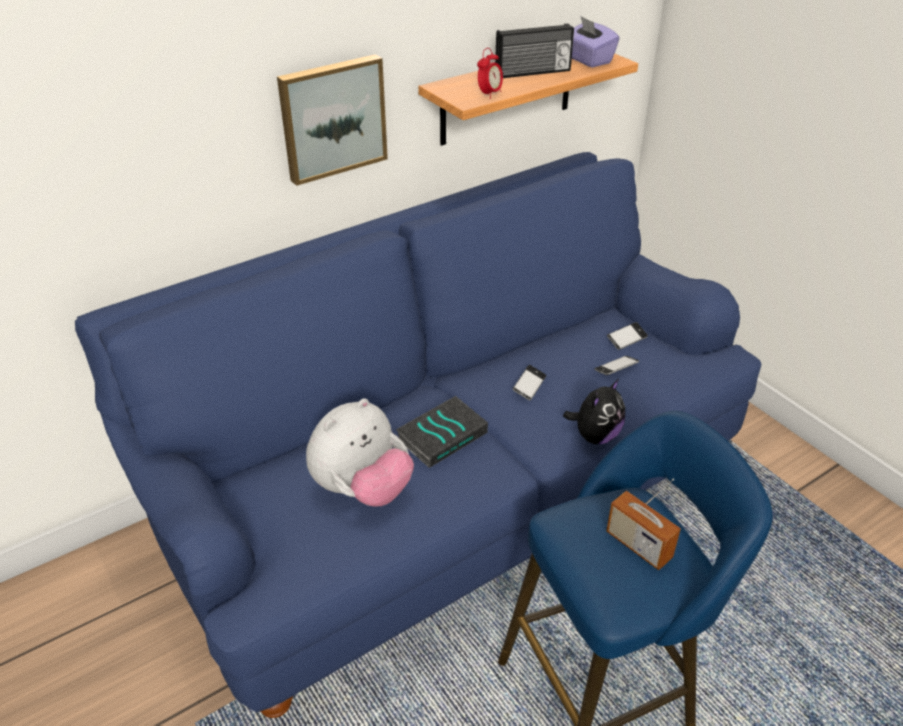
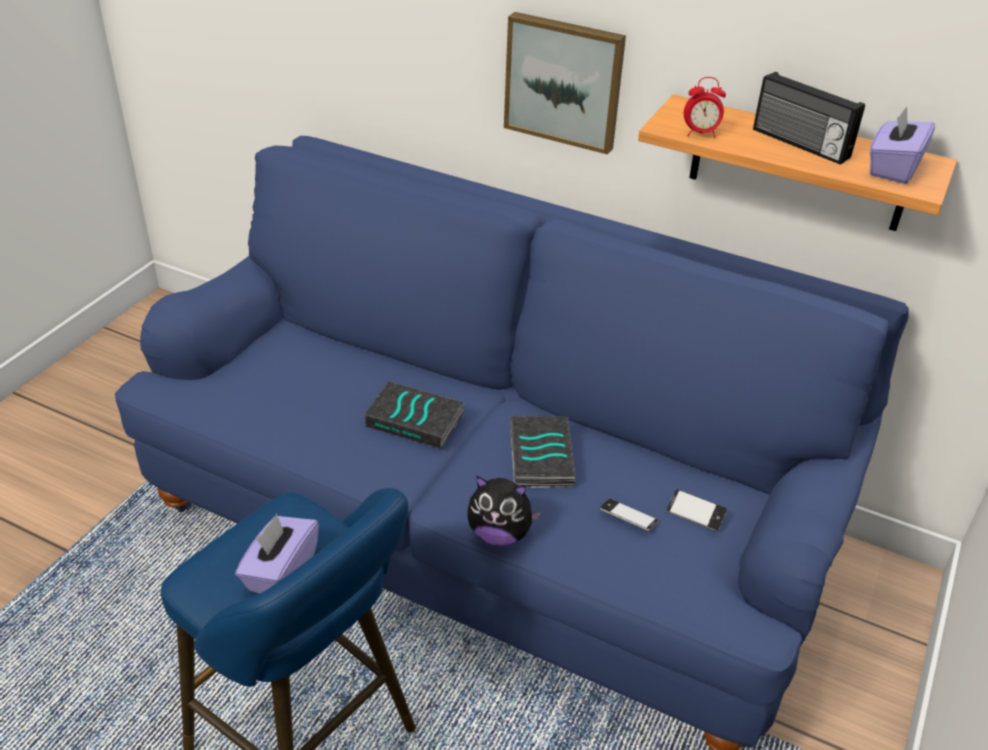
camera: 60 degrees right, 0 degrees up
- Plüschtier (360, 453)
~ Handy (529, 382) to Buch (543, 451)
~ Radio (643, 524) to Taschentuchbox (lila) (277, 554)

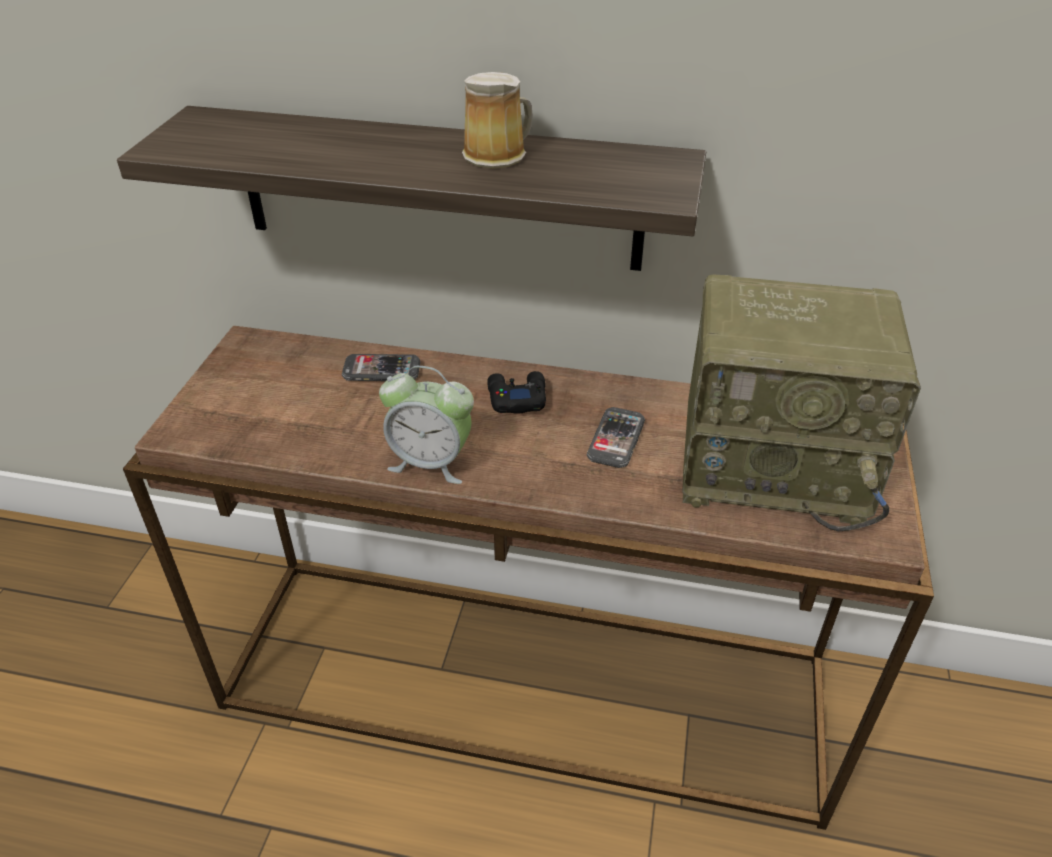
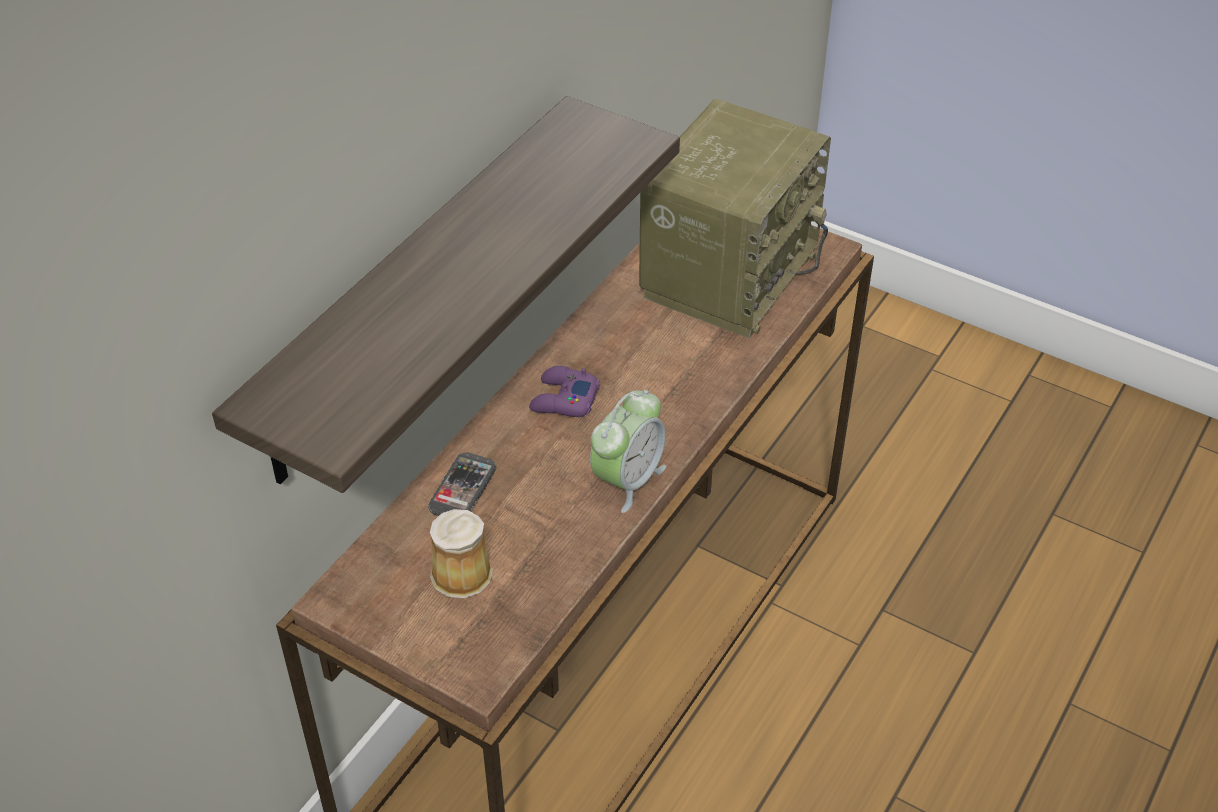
camera: 70 degrees left, 5 degrees up
- Handy (616, 437)
~ Henkelbecher (497, 120) to (461, 553)
~ Gamepad (schwarz) (516, 392) to Gamepad (lila) (564, 391)

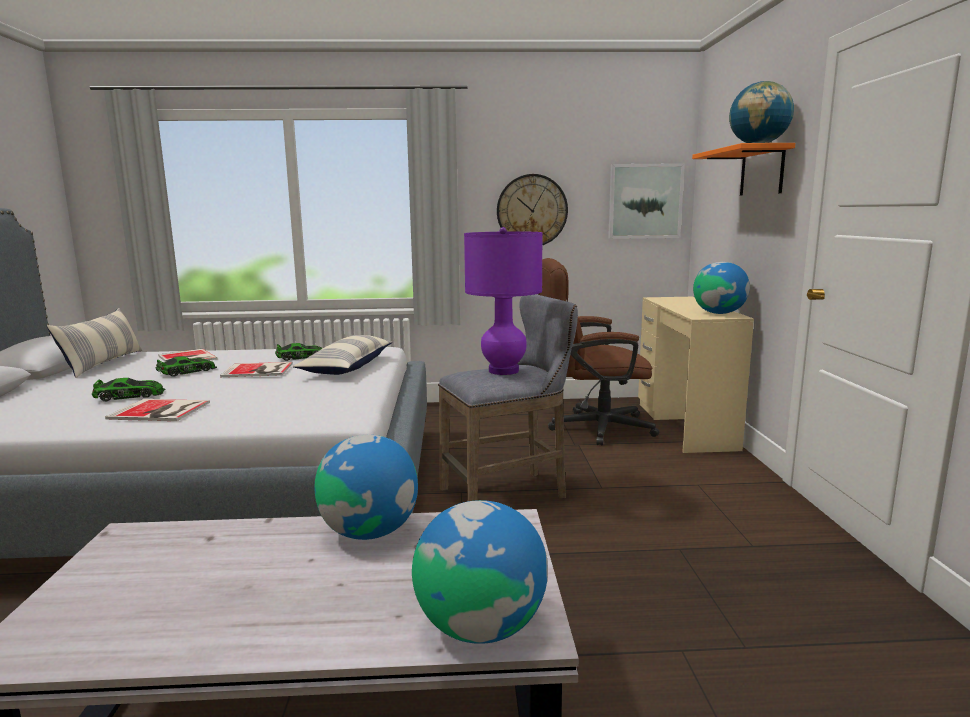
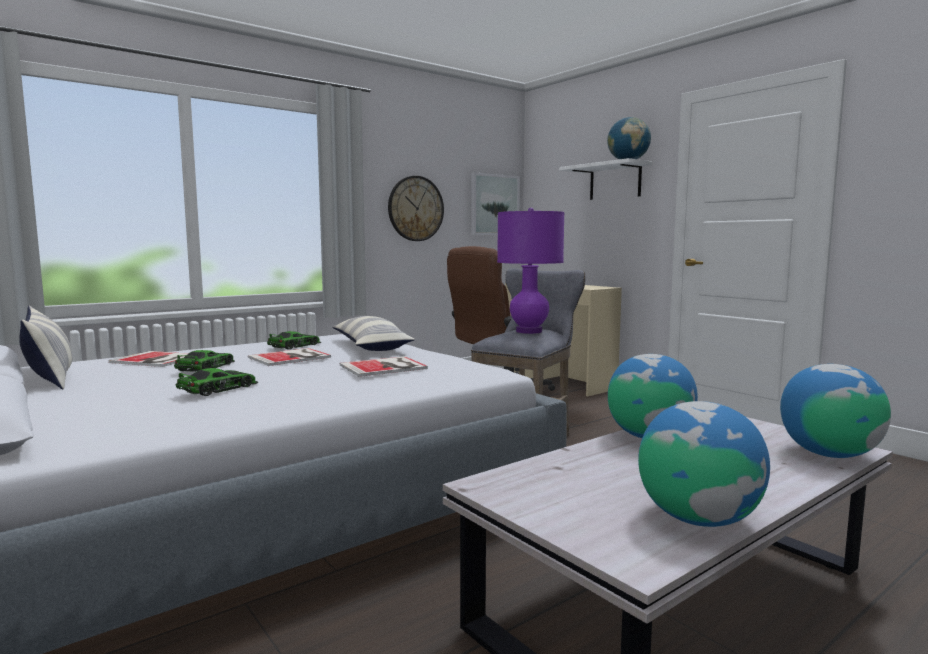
camera: 35 degrees left, 5 degrees down
~ Buch (157, 410) to (384, 366)
~ Globus (721, 288) to (704, 464)
~ Wandregal (orange) (743, 169) to Wandregal (weiß) (606, 179)

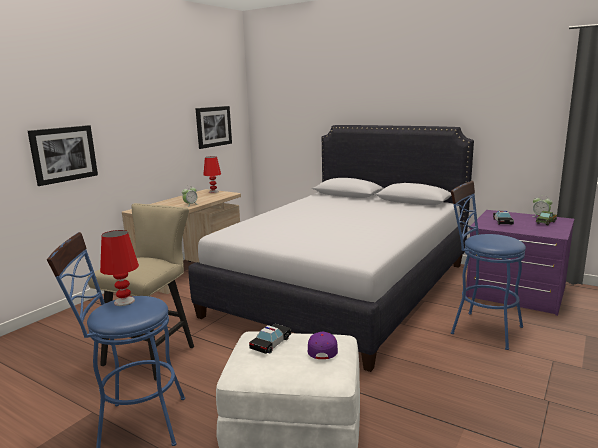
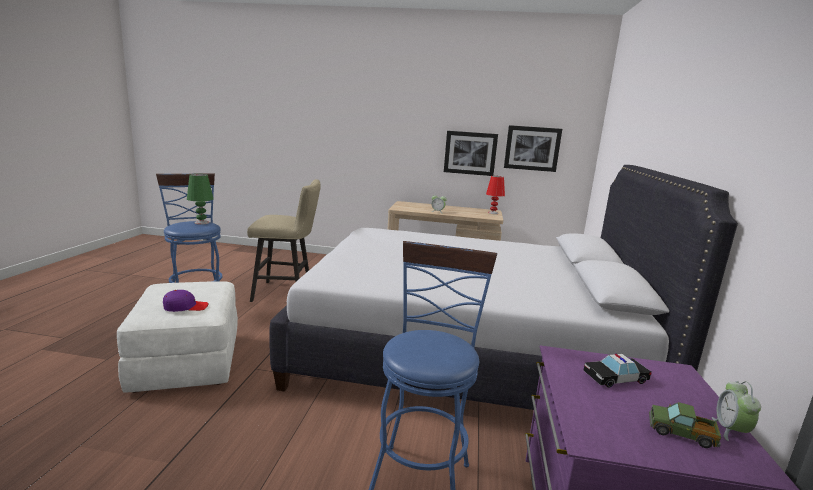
camera: 65 degrees right, 0 degrees up
- Spielzeugauto (270, 339)
~ Bild (63, 155) to (471, 153)
~ Tischlampe (rot) (119, 268) to Tischlampe (grün) (200, 199)

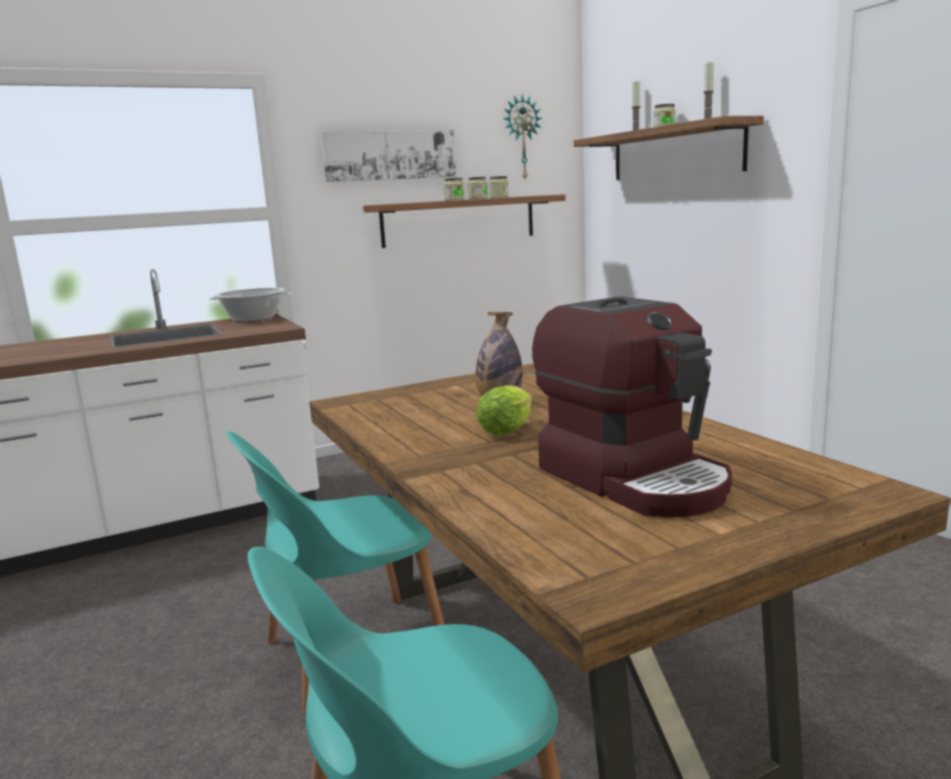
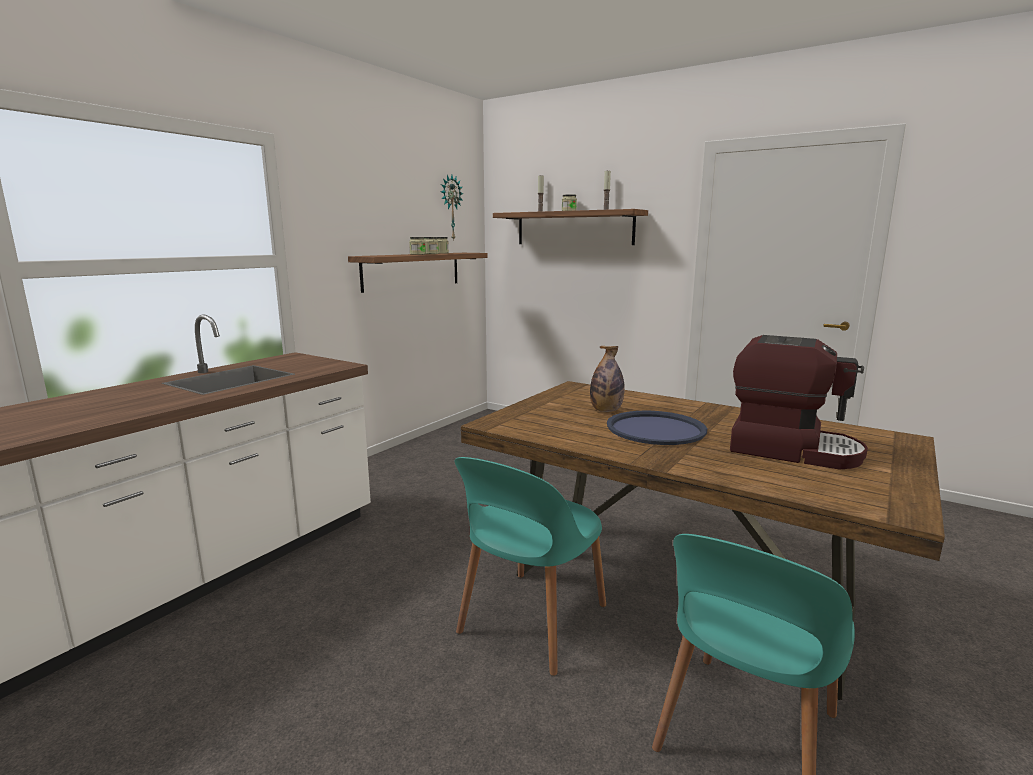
camera: 30 degrees left, 0 degrees up
- Kochtopf (250, 305)
- Bild (388, 156)
~ Salatkopf (504, 410) to Tablett (blau) (657, 428)

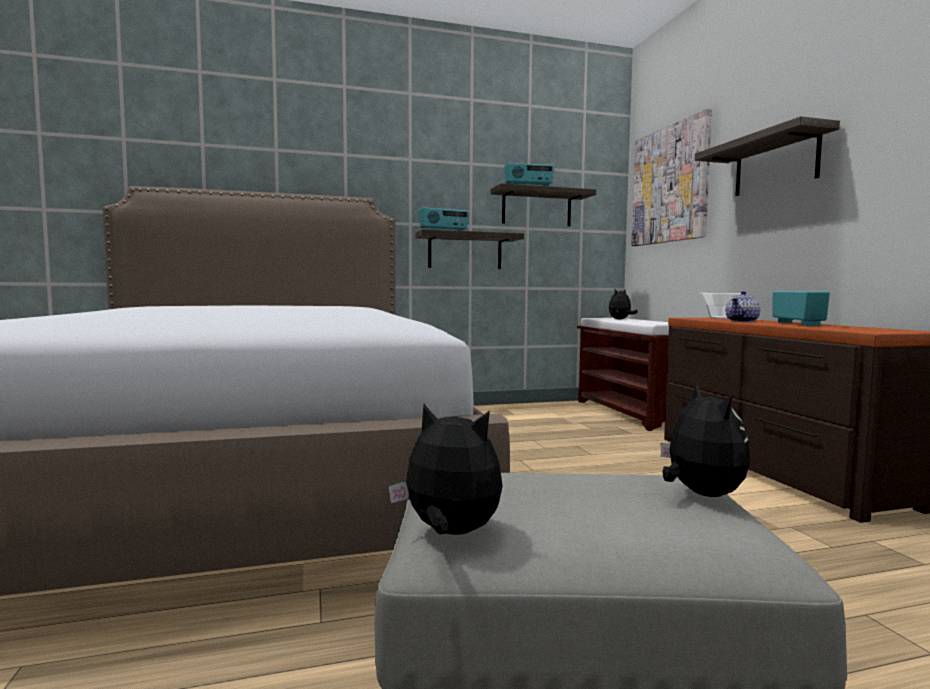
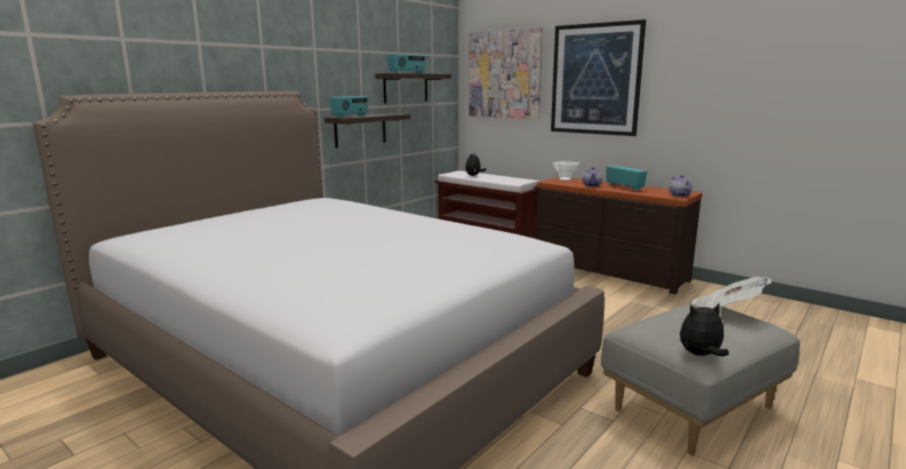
camera: 35 degrees left, 10 degrees up
+ Teekanne (680, 186)
~ Plüschtier (705, 440) to Zeitung (732, 292)
~ Wandregal (767, 156) to Bild (598, 78)

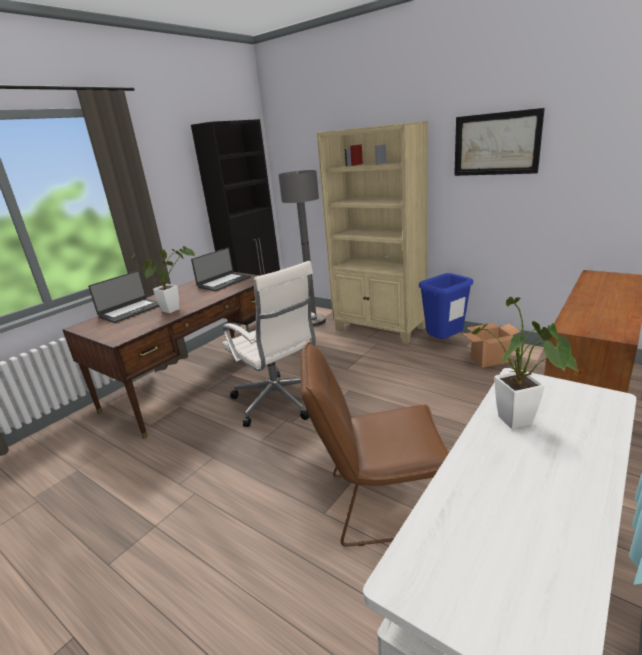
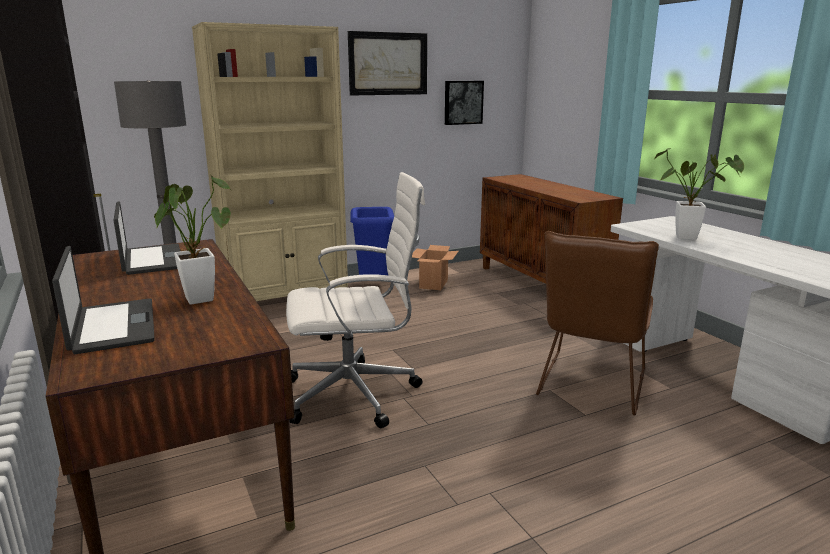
camera: 65 degrees left, 5 degrees down
+ Bild (464, 103)

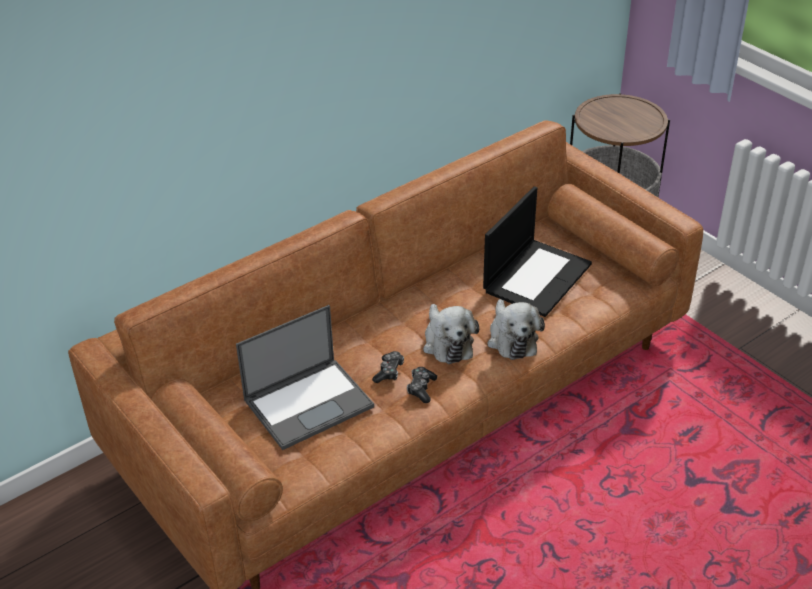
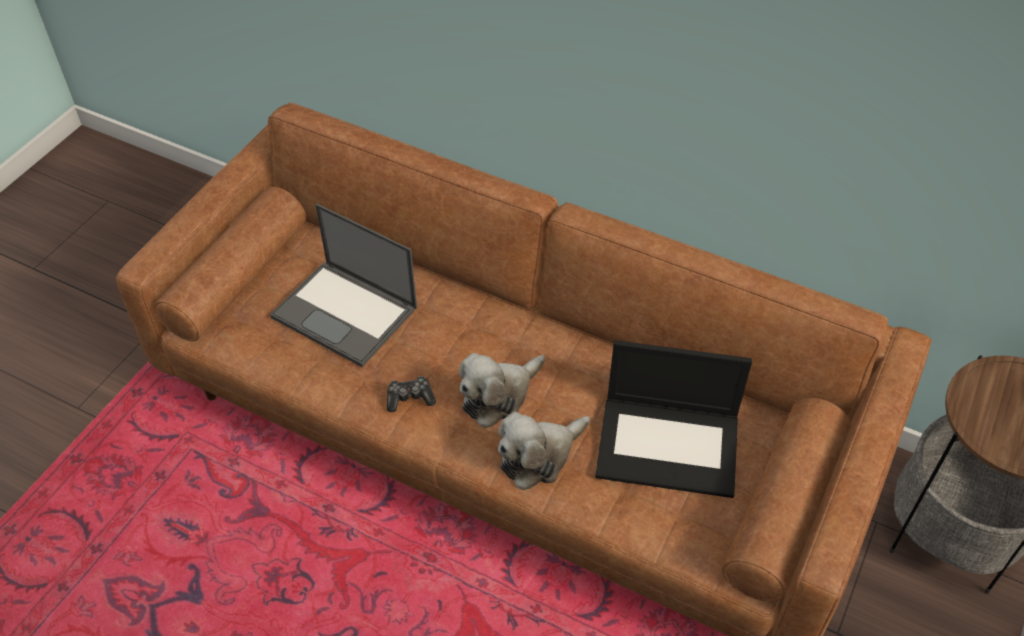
camera: 65 degrees right, 10 degrees up
- Gamepad (388, 367)

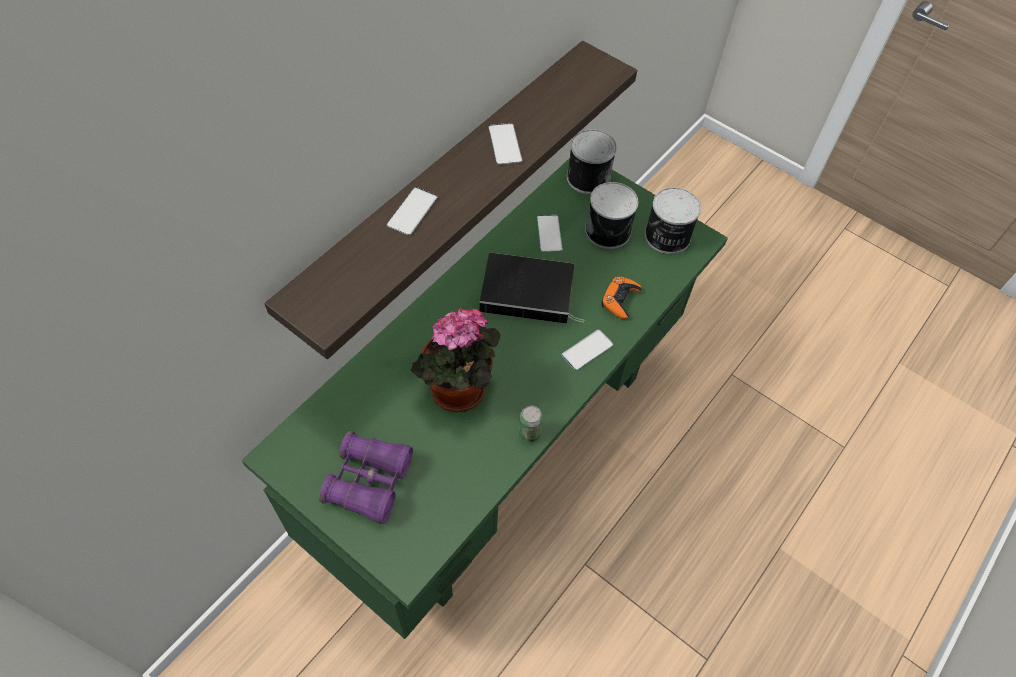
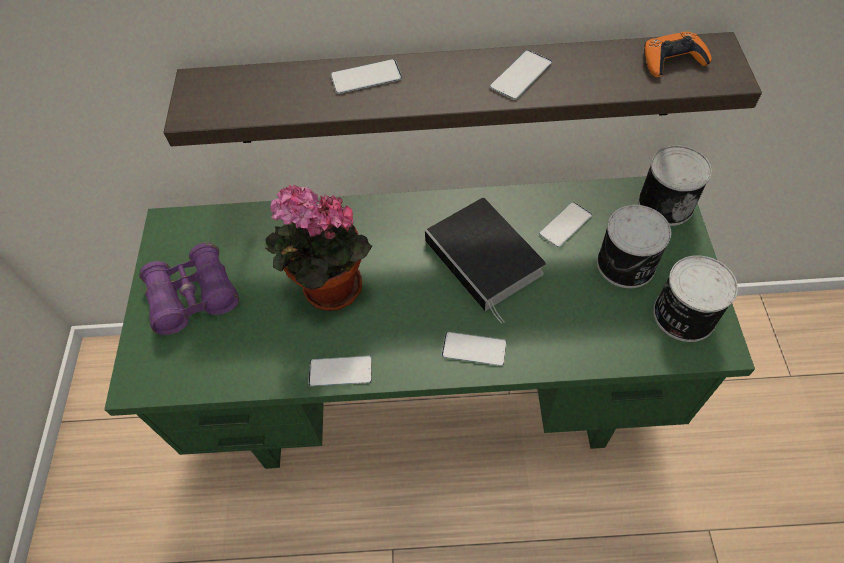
camera: 55 degrees right, 0 degrees up
~ Gamepad (orange) (622, 298) to (678, 54)
~ Dose (530, 424) to Handy (340, 371)

